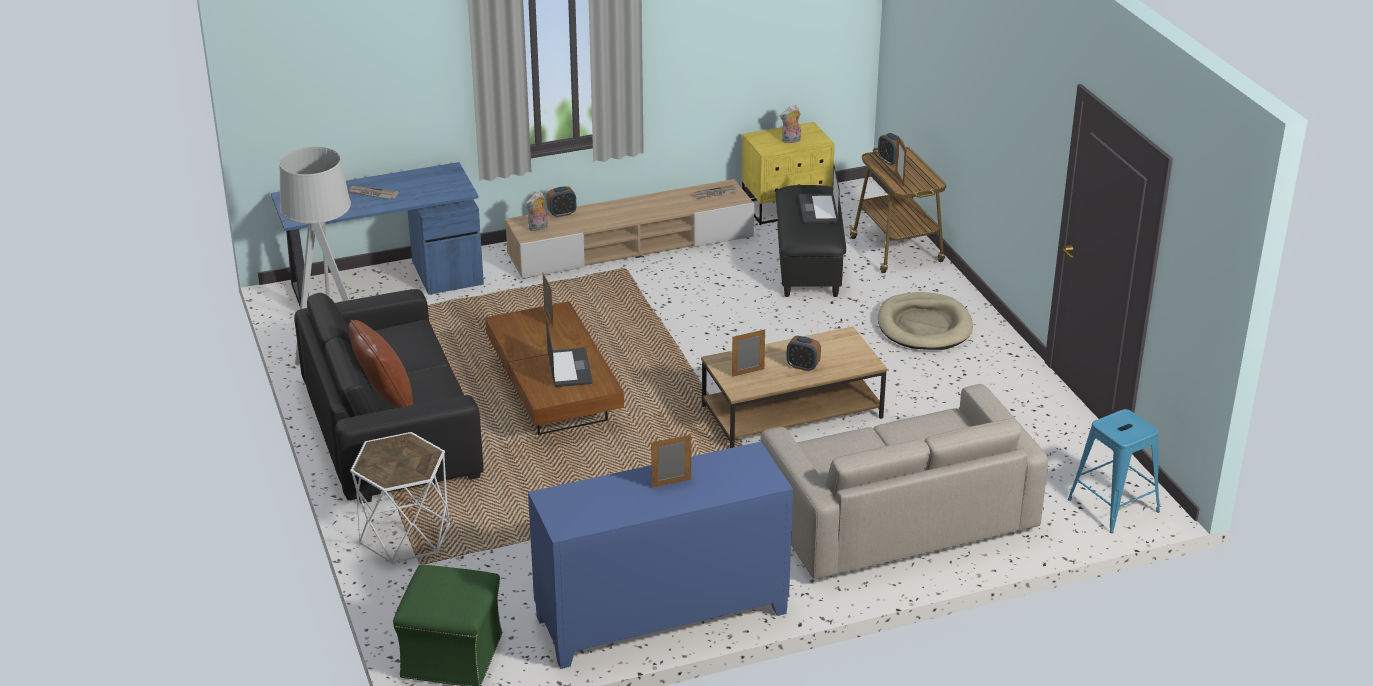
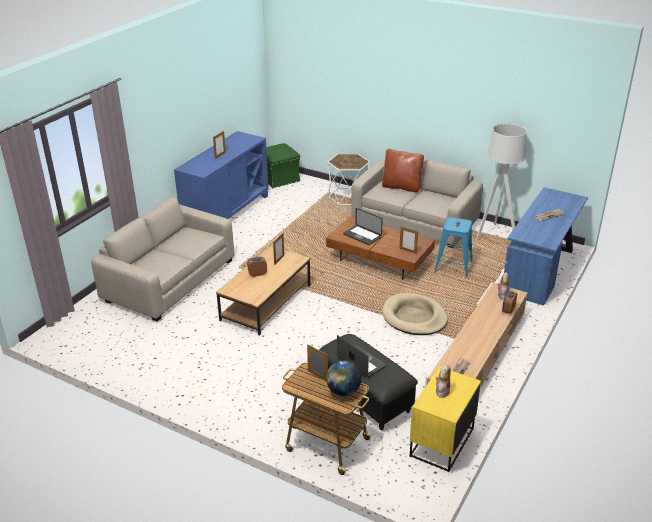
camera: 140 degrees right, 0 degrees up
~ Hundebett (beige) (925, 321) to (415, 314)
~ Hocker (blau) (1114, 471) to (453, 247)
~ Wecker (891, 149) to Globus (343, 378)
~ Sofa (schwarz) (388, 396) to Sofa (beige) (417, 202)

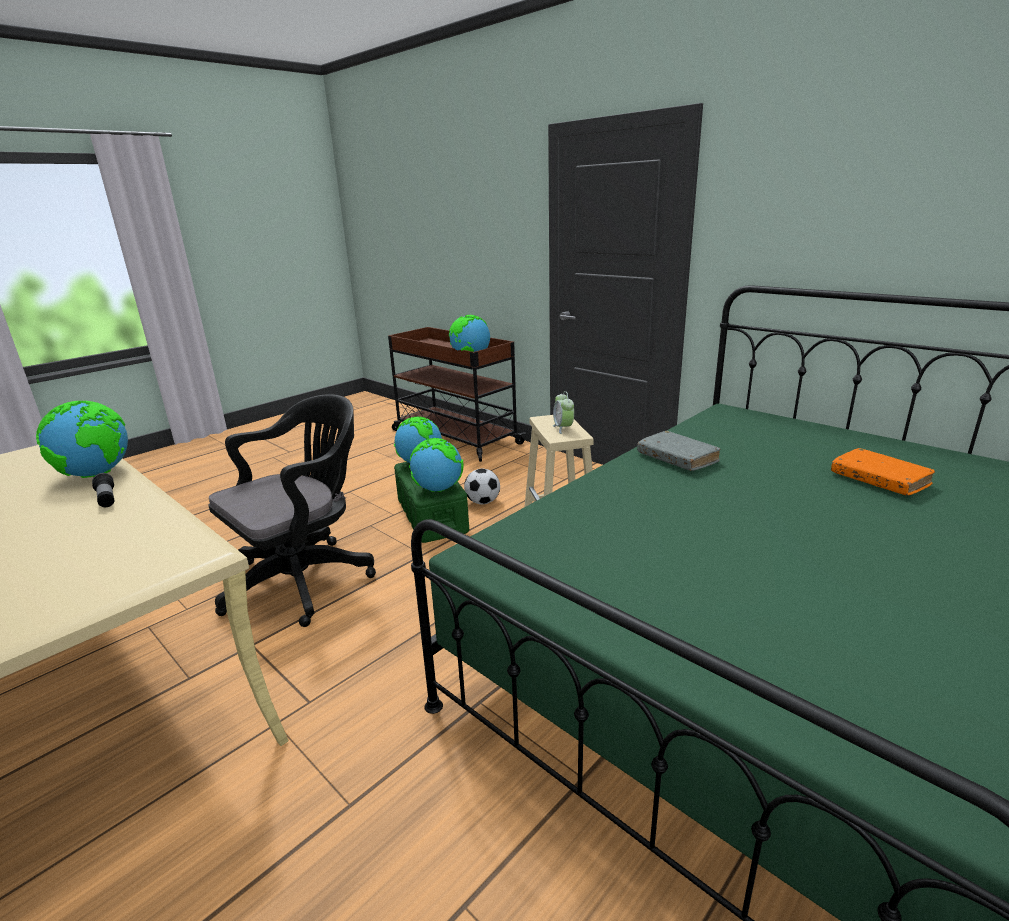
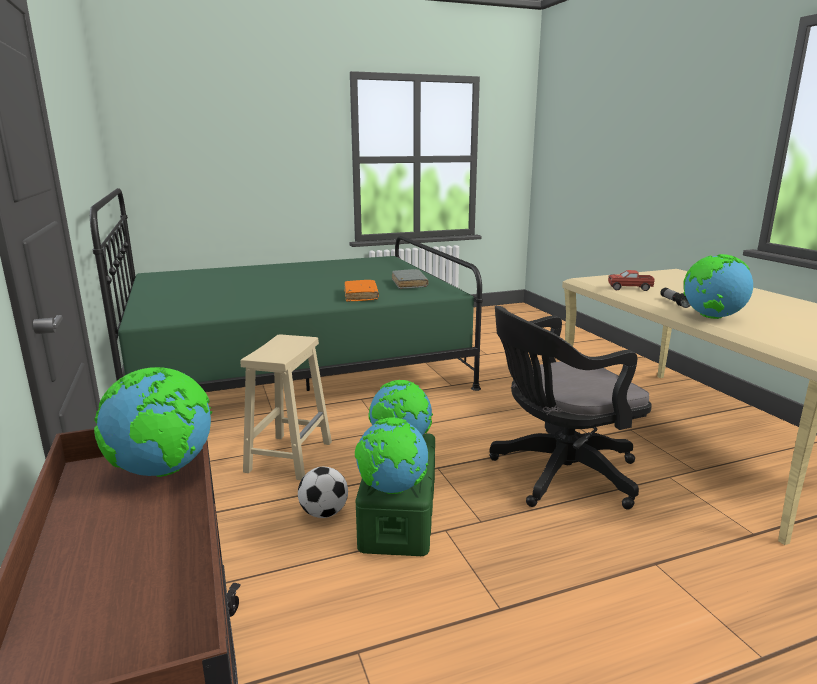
camera: 155 degrees left, 5 degrees down
- Wecker (563, 412)
+ Spielzeuglaster (631, 280)
~ Buch (grau) (679, 451) to (410, 279)
~ Buch (orange) (883, 472) to (361, 291)

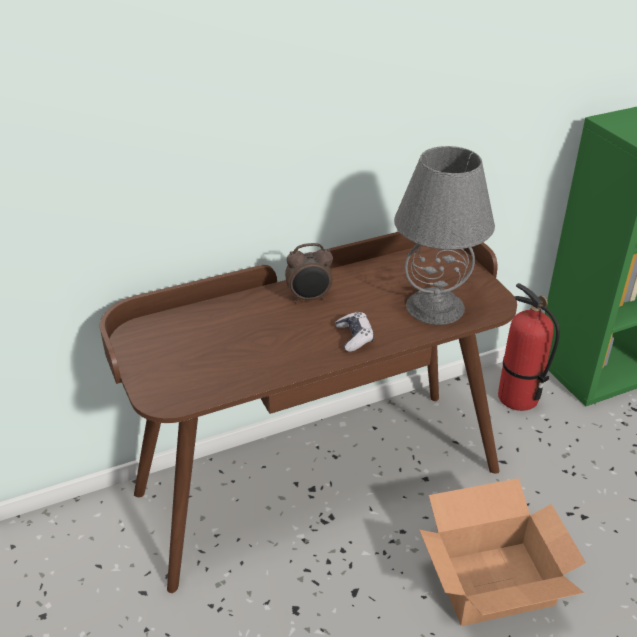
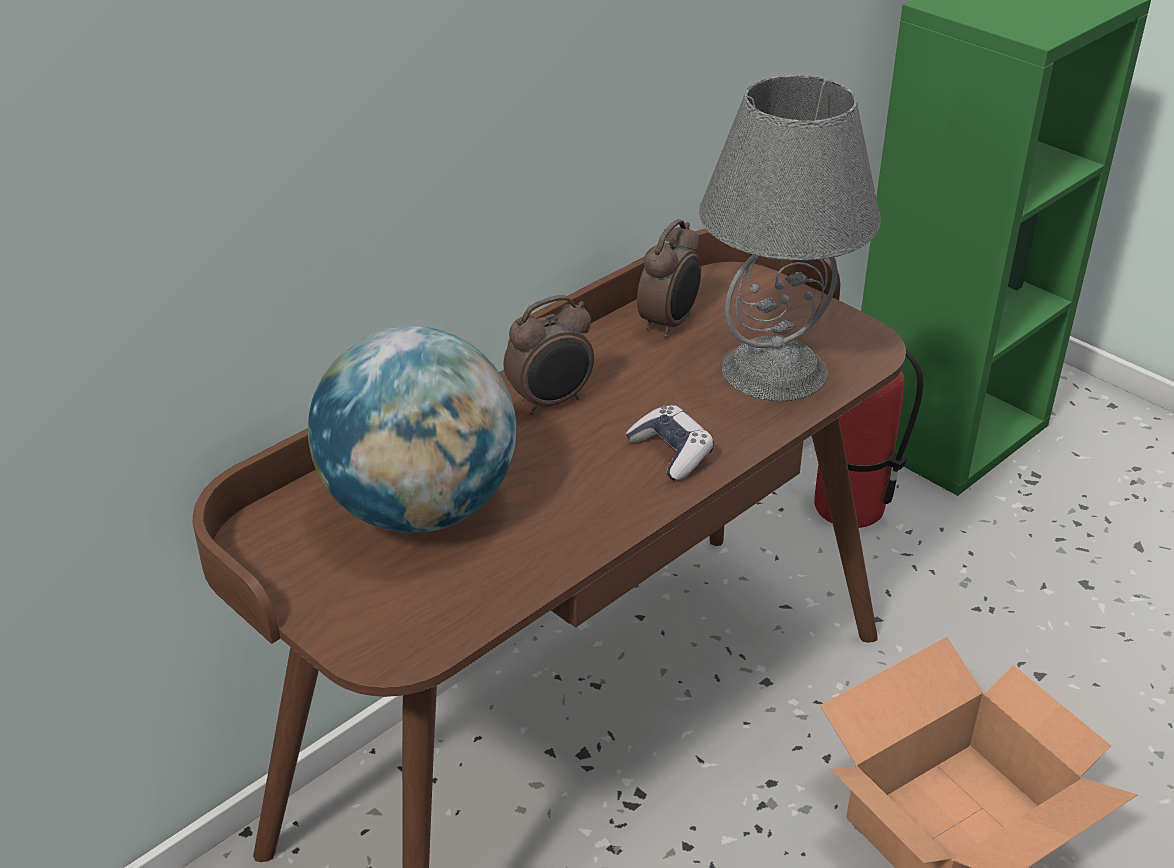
camera: 20 degrees left, 0 degrees up
+ Globus (412, 429)
+ Wecker (669, 278)

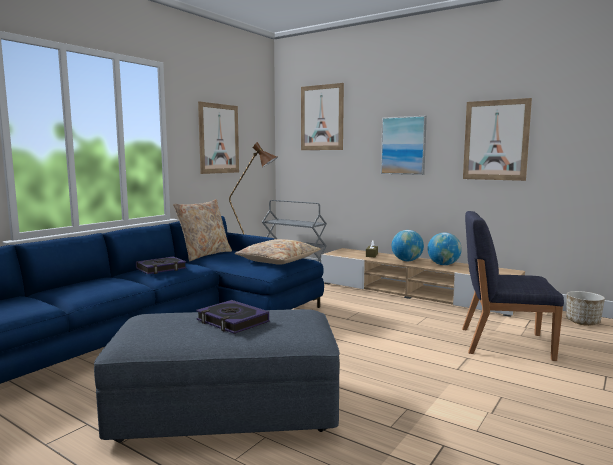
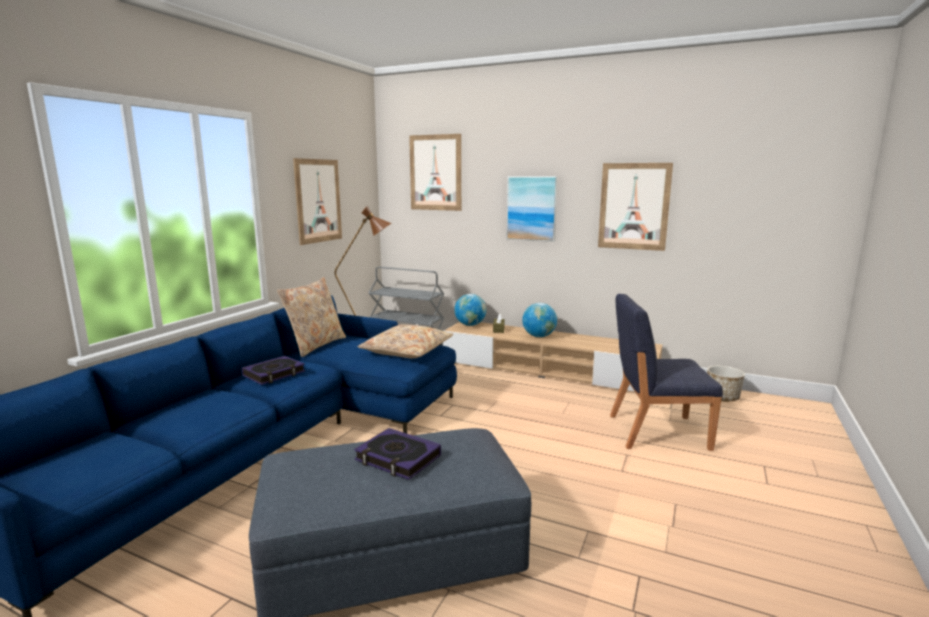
camera: 10 degrees left, 5 degrees up
~ Globus (444, 249) to (470, 310)

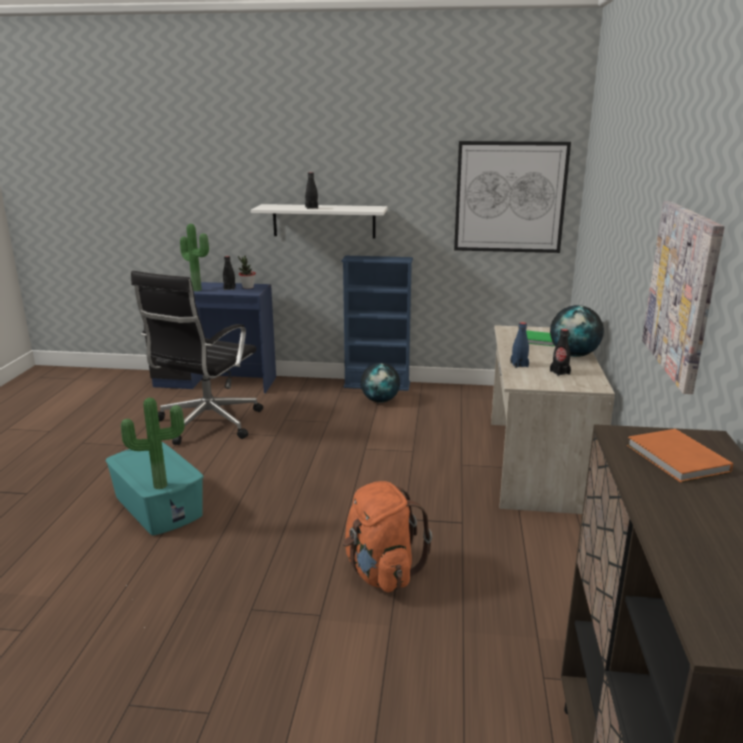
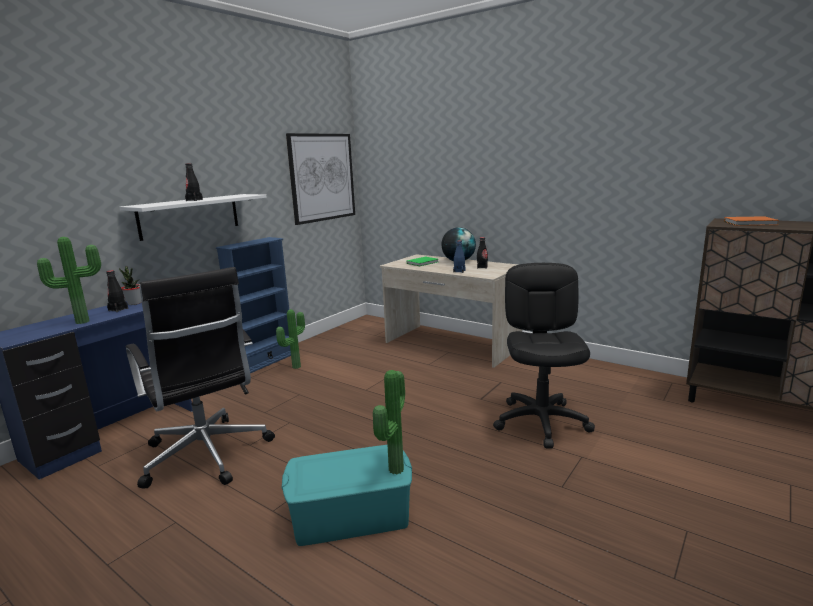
camera: 60 degrees left, 5 degrees down
- Bild (683, 297)
~ Rucksack (orange) (387, 536) to Bürostuhl (schwarz) (544, 356)
~ Globus (380, 383) to Topfpflanze (290, 339)

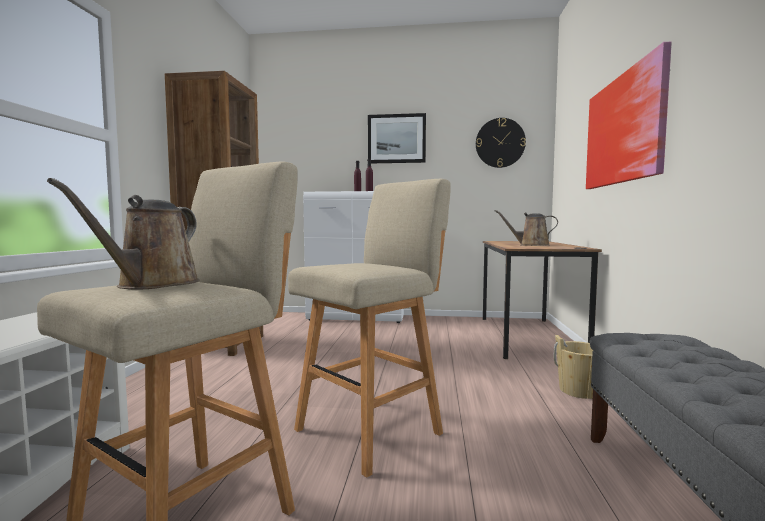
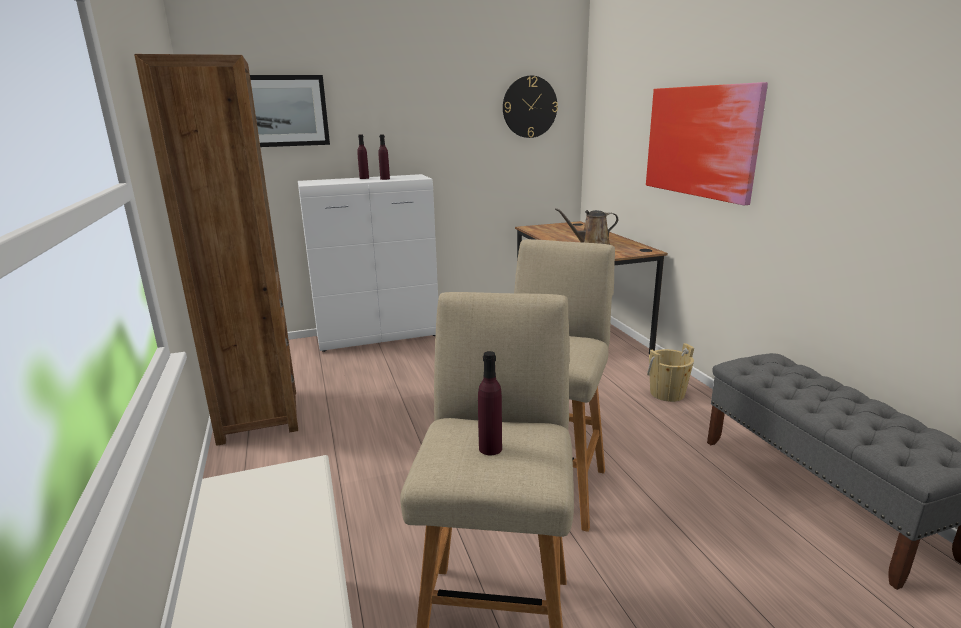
camera: 25 degrees left, 15 degrees up
~ Bild (397, 138) to (290, 111)
~ Gießkanne (braun) (123, 234) to Flasche (lila) (490, 403)

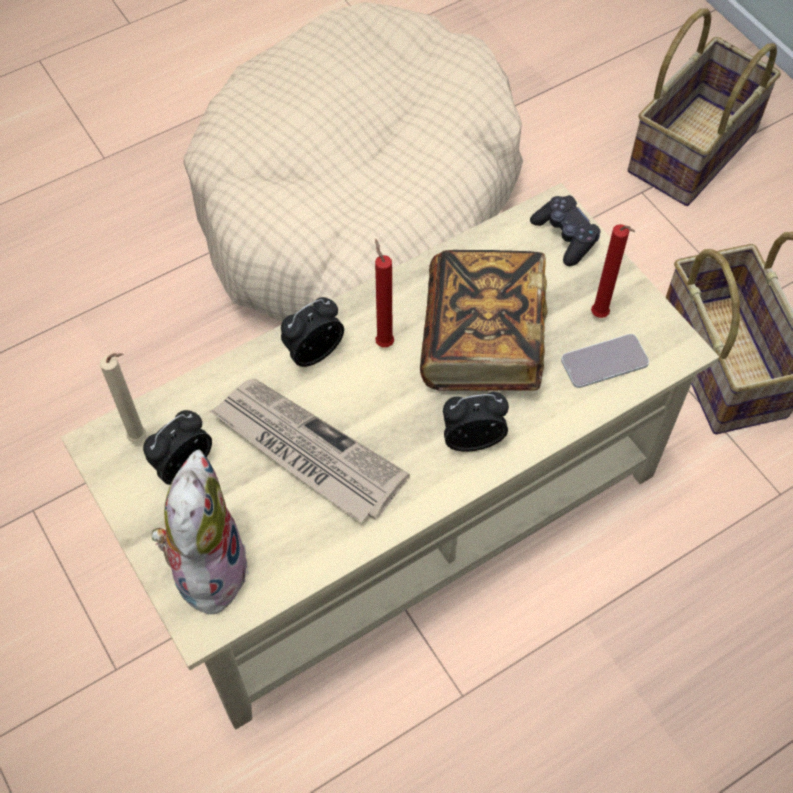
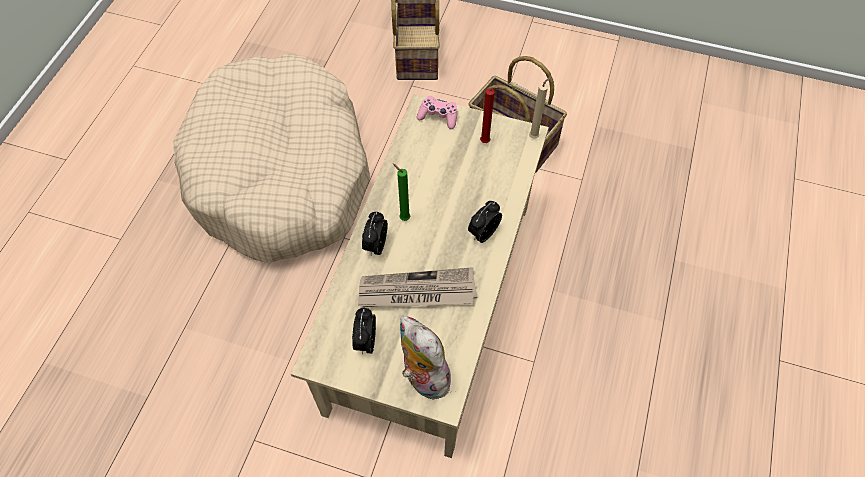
camera: 40 degrees left, 0 degrees up
- Buch (484, 320)
- Handy (605, 361)
~ Kerze (beige) (123, 398) to (540, 107)
~ Kerze (rot) (384, 293) to Kerze (grün) (401, 192)
~ Gamepad (schwarz) (565, 230) to Gamepad (rosa) (437, 112)

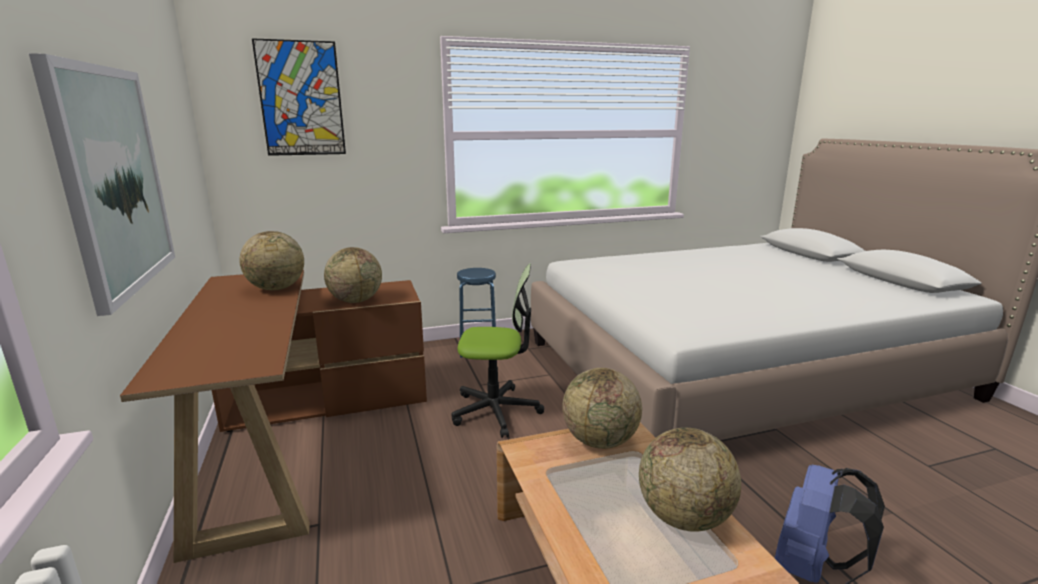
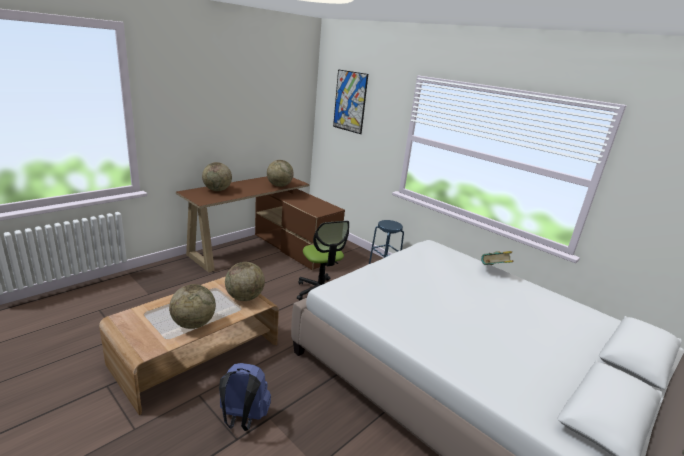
camera: 60 degrees right, 5 degrees up
- Bild (102, 184)
+ Buch (497, 258)
~ Globus (353, 275) to (217, 176)

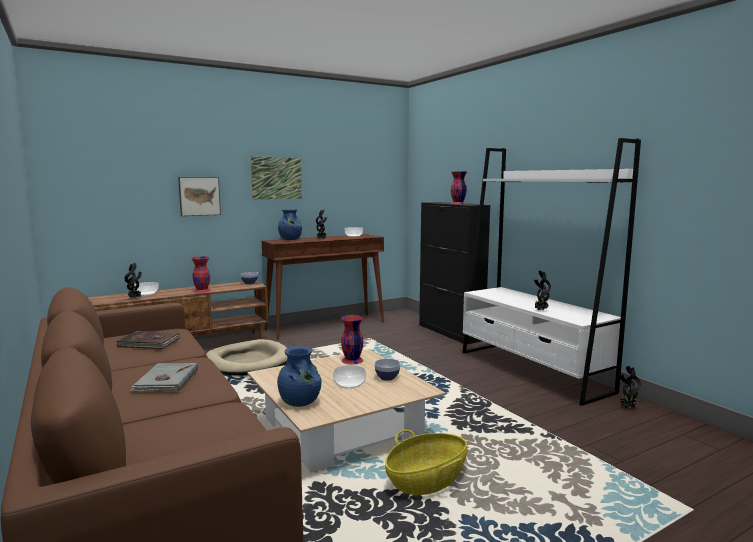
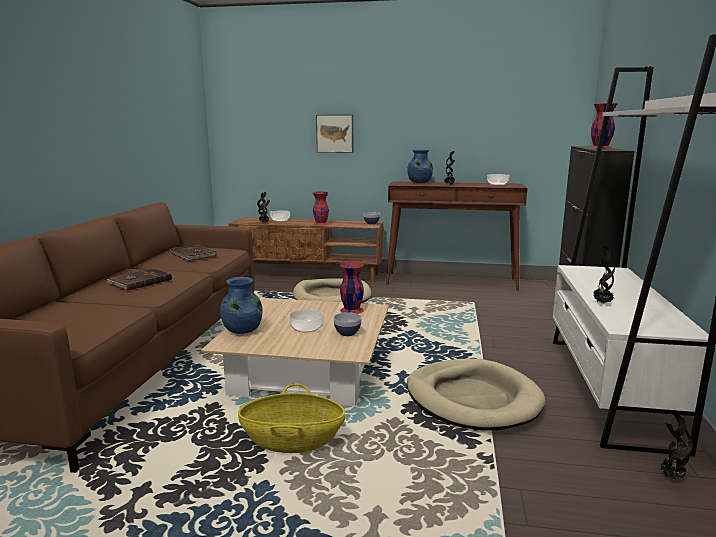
camera: 40 degrees right, 5 degrees up
- Bild (276, 178)
+ Hundebett (beige) (476, 394)
~ Buch (grau) (164, 377) to Buch (braun) (139, 279)

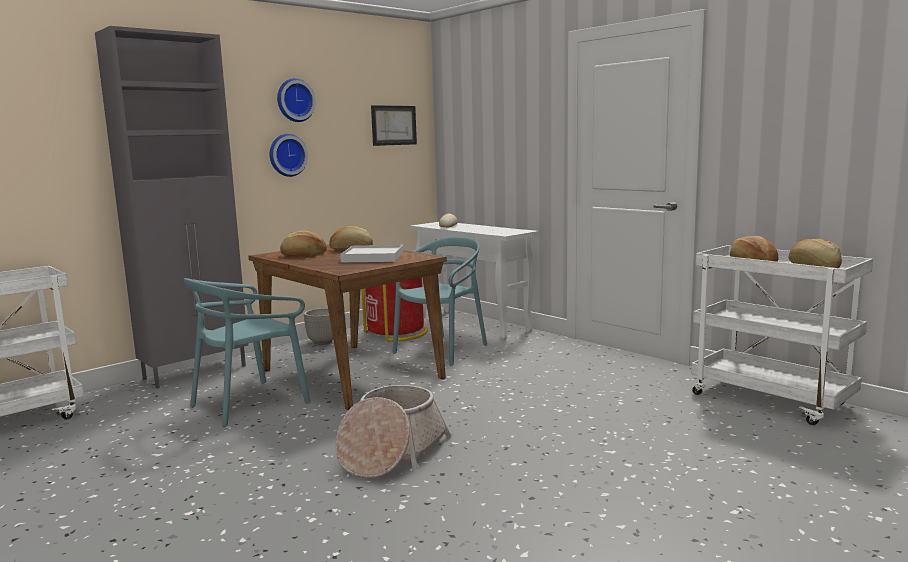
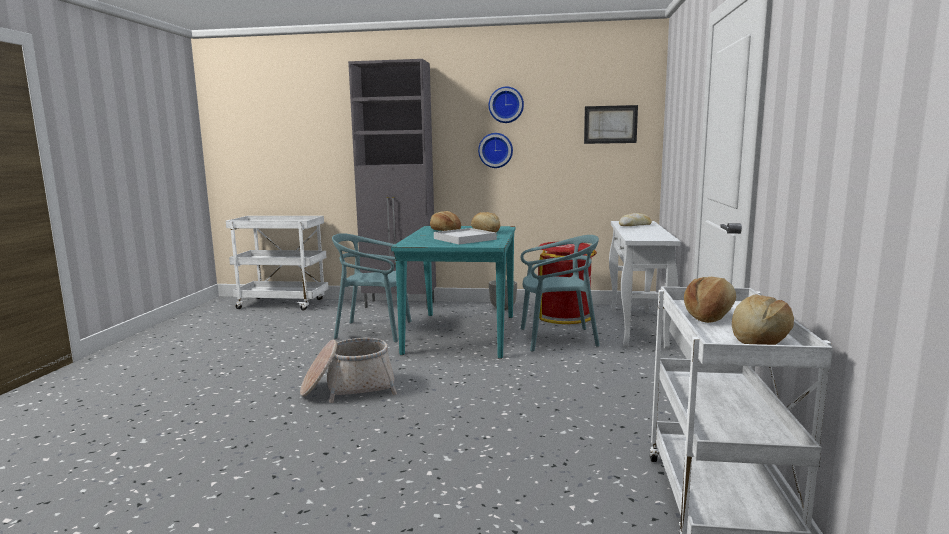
camera: 50 degrees right, 0 degrees up
~ Esstisch (braun) (348, 327) to Esstisch (türkis) (453, 292)

